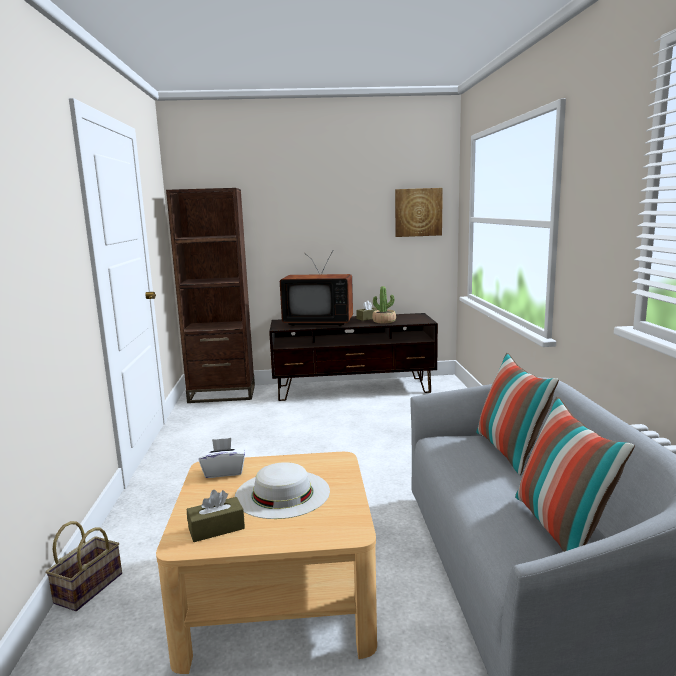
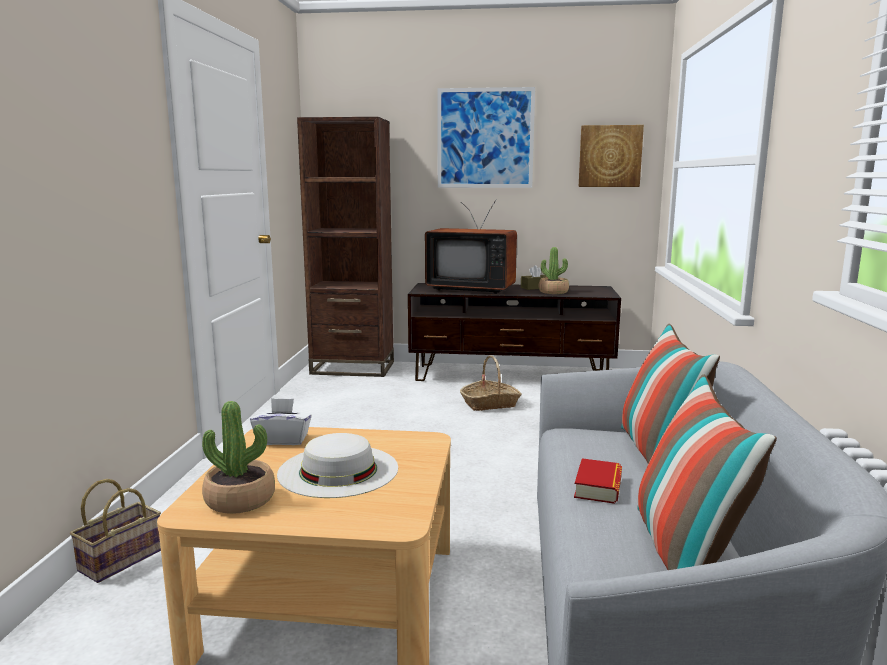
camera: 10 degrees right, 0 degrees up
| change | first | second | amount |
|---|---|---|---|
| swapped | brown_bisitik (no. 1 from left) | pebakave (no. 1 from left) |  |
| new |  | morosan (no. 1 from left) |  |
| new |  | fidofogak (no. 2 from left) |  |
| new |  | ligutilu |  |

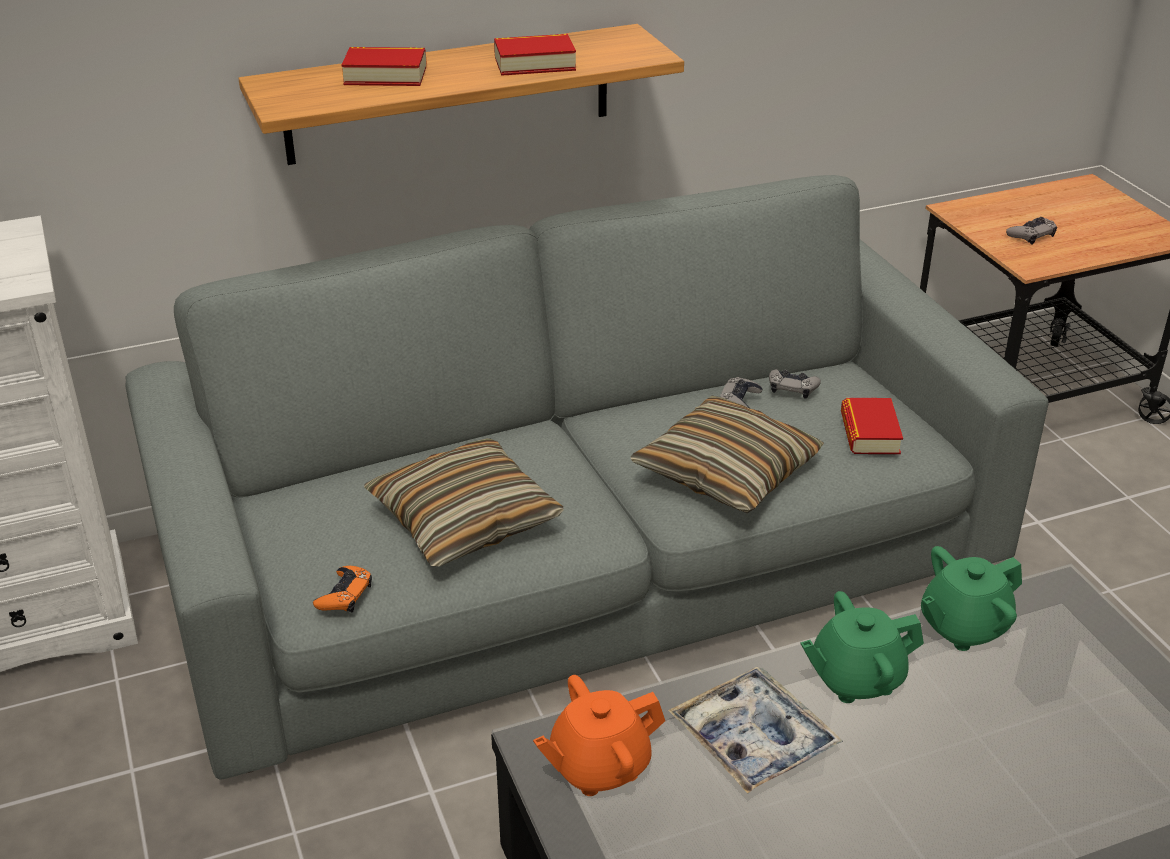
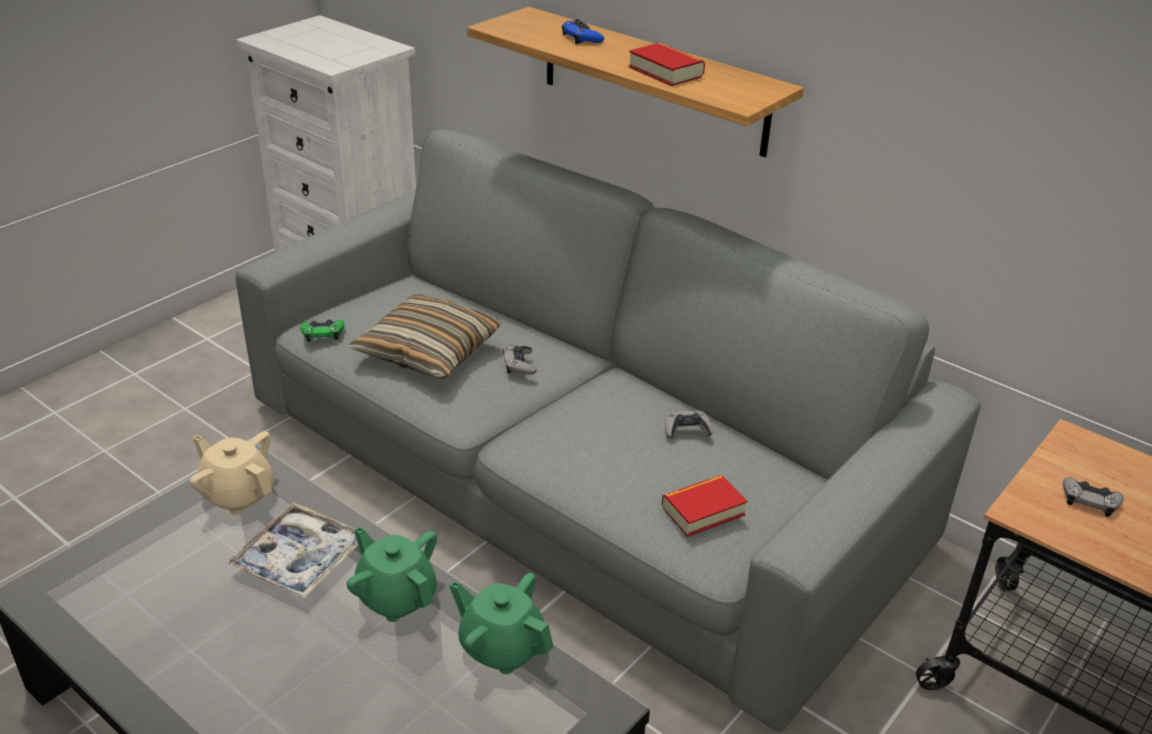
camera: 60 degrees right, 0 degrees up
| change | first | second | amount |
|---|---|---|---|
| repainted | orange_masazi | green_masazi |  |
| swapped | ligutilu (no. 1 from left) | blue_masazi |  |
| repainted | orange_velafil | beige_velafil |  |
| gone | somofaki (no. 2 from left) |  |  |
| shifted | grey_masazi (no. 2 from left in the first image) | grey_masazi (no. 1 from left) |  |

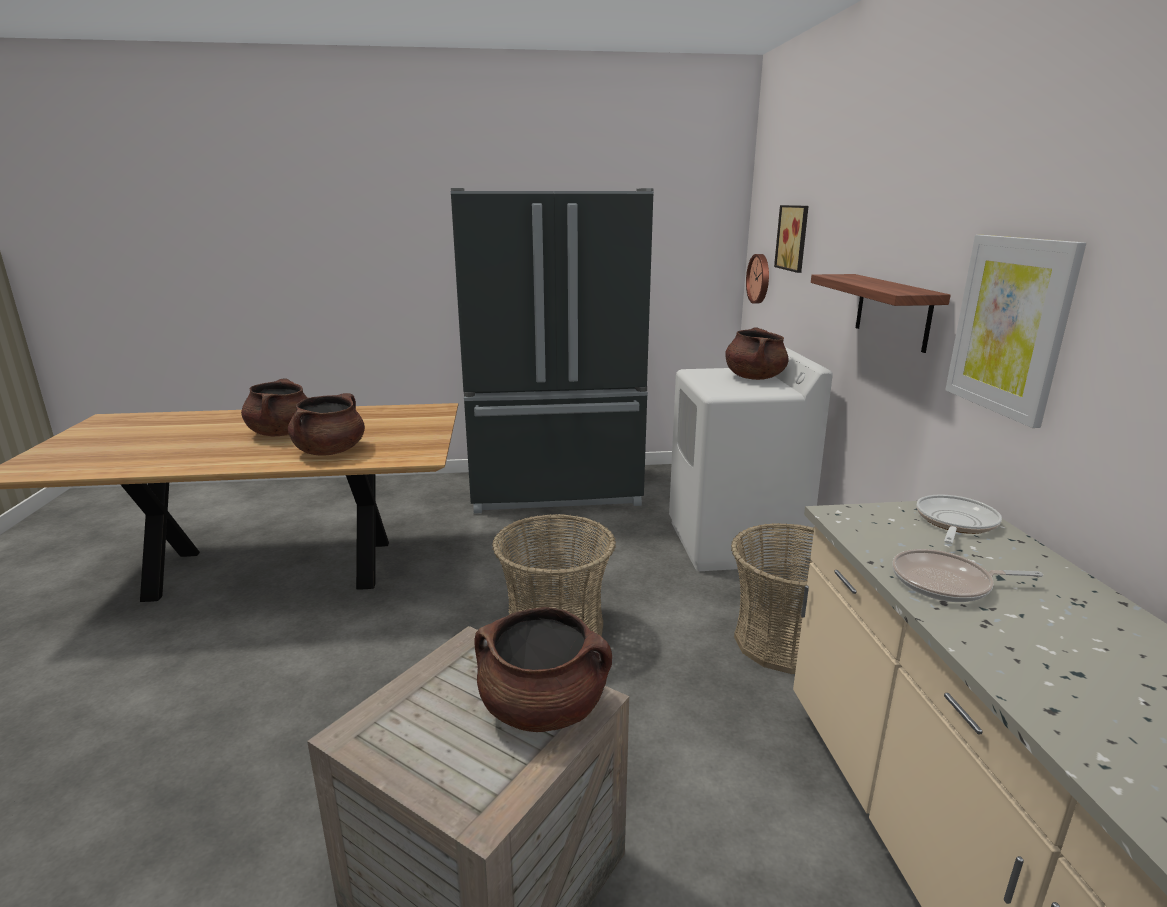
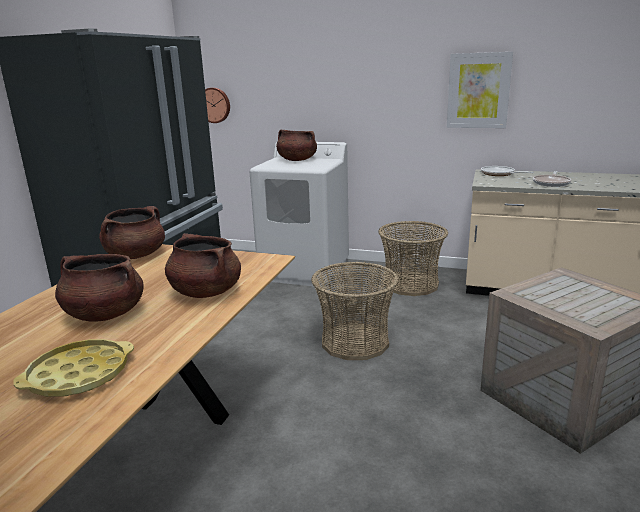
camera: 65 degrees left, 0 degrees up
| change | first | second | amount |
|---|---|---|---|
| shifted | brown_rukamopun (no. 3 from left in the first image) | brown_rukamopun (no. 2 from left) |  |
| gone | morosan (no. 1 from left) |  |  |
| gone | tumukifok |  |  |
| new |  | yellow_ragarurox |  |

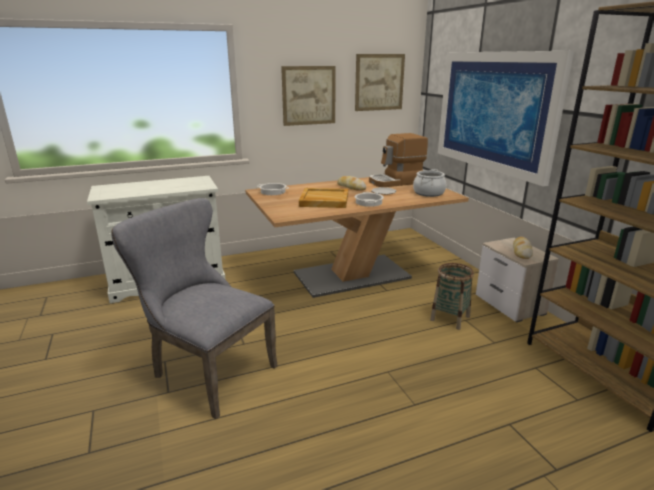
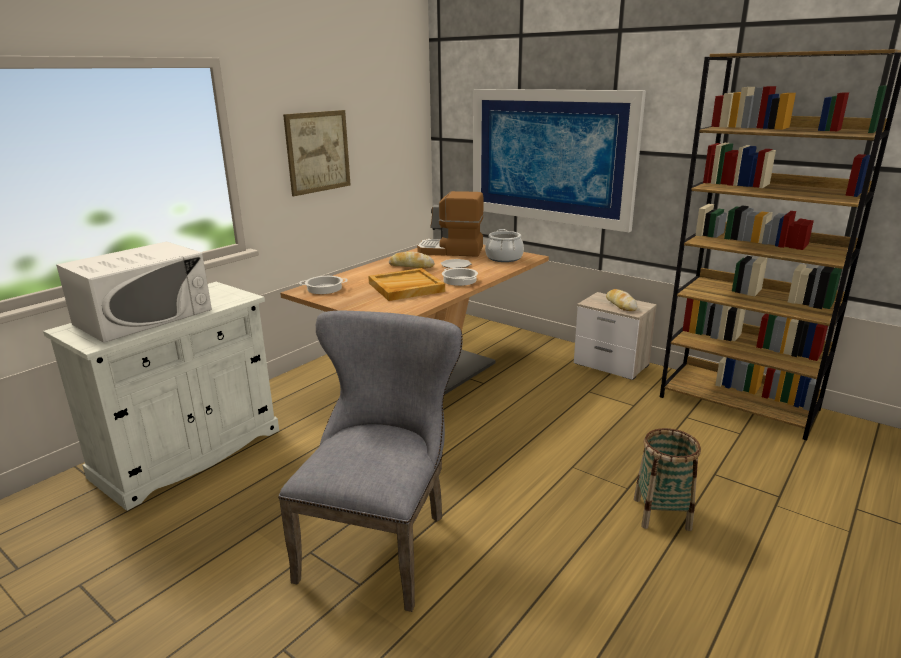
camera: 30 degrees left, 0 degrees up
| change | first | second | amount |
|---|---|---|---|
| rotated | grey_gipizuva |  | 105 degrees clockwise |
| gone | morosan (no. 2 from left) |  |  |
| rotated | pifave |  | 60 degrees clockwise |
| shifted | fidofogak |  |  |
| new |  | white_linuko |  |

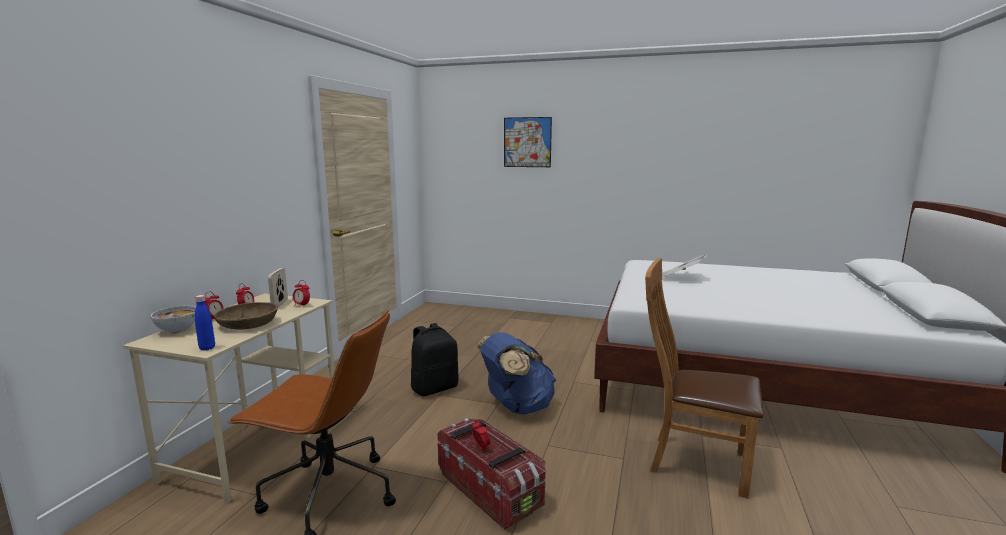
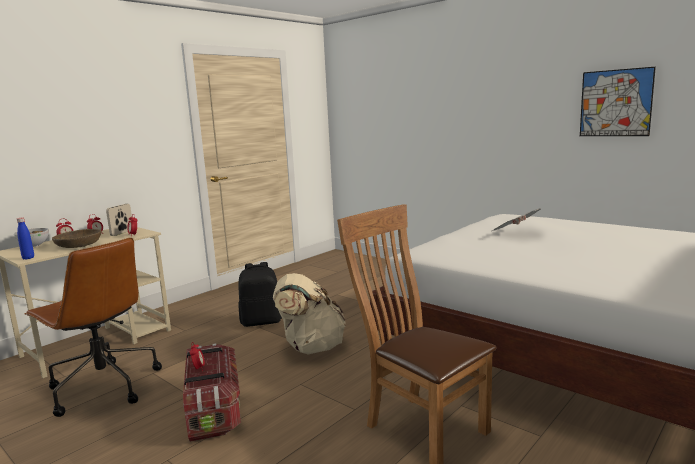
camera: 25 degrees right, 0 degrees up
| change | first | second | amount |
|---|---|---|---|
| repainted | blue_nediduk | beige_nediduk |  |
| shifted | morosan |  |  |

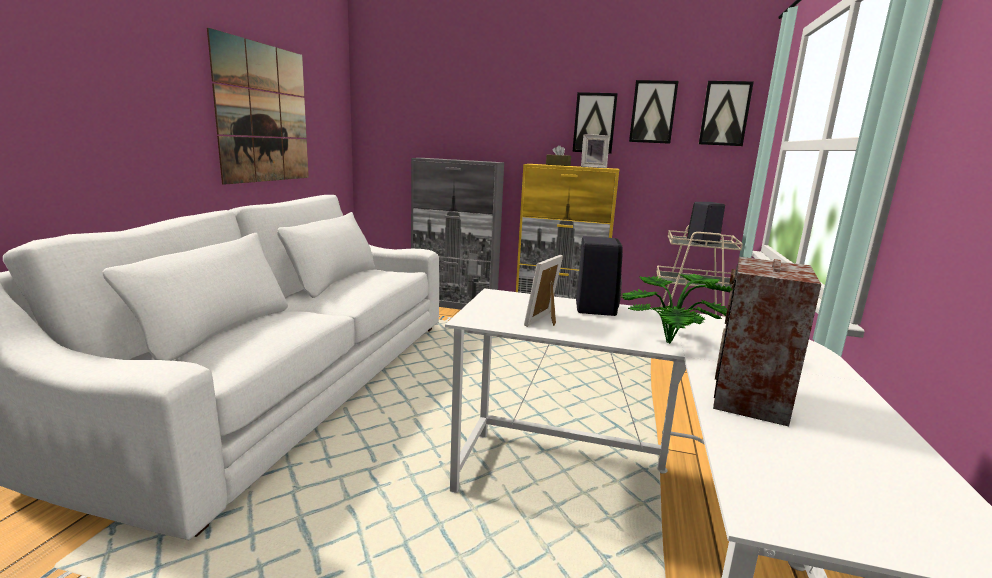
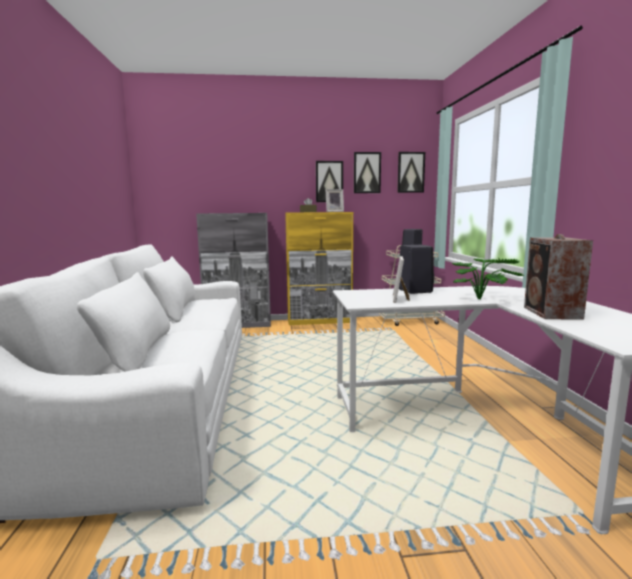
camera: 20 degrees left, 5 degrees down
| change | first | second | amount |
|---|---|---|---|
| gone | morosan (no. 1 from left) |  |  |

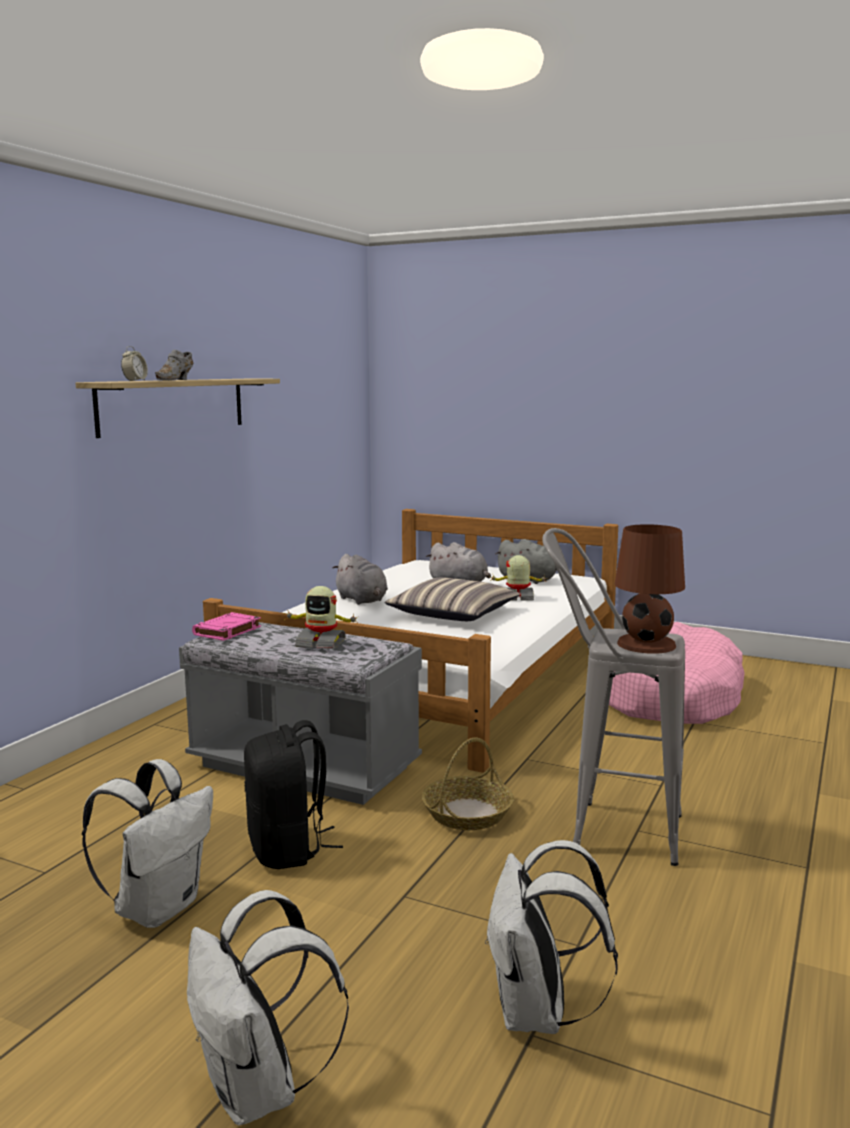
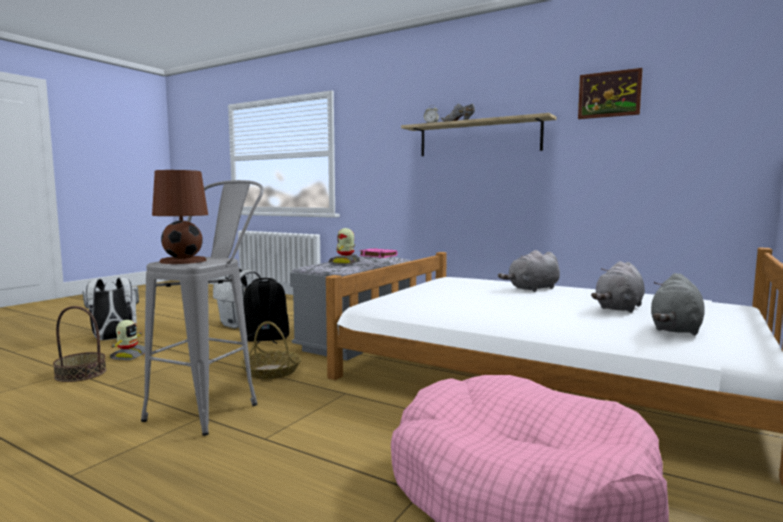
camera: 95 degrees right, 5 degrees down
| change | first | second | amount |
|---|---|---|---|
| gone | somofaki |  |  |
| swapped | white_nediduk (no. 3 from left) | fidofogak (no. 1 from left) |  |
| shifted | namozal (no. 2 from left in the first image) | namozal (no. 1 from left) |  |
| new |  | morosan |  |

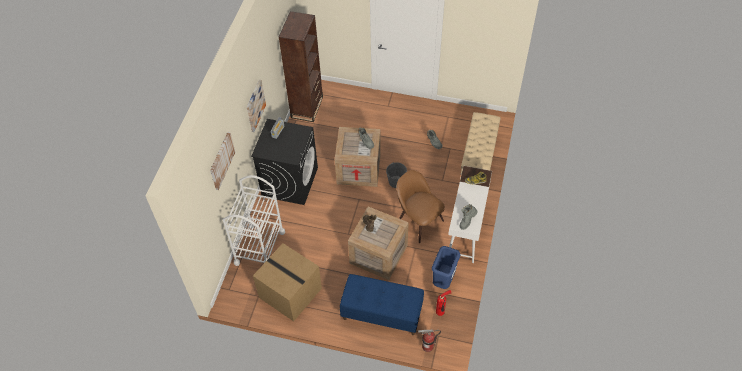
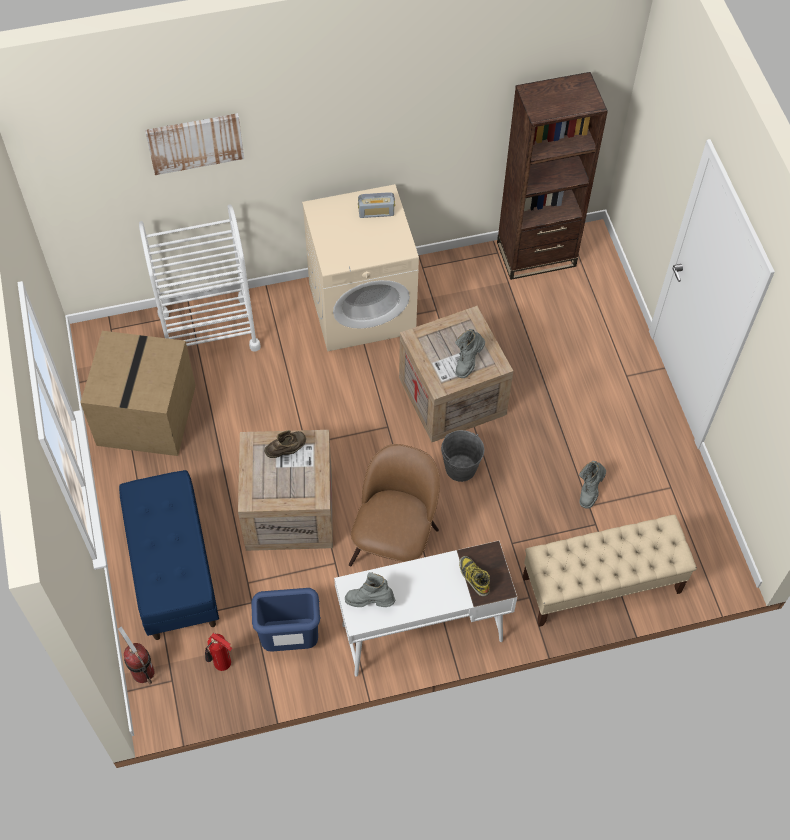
camera: 60 degrees right, 5 degrees up
| change | first | second | amount |
|---|---|---|---|
| gone | morosan (no. 2 from left) |  |  |
| repainted | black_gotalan | beige_gotalan |  |

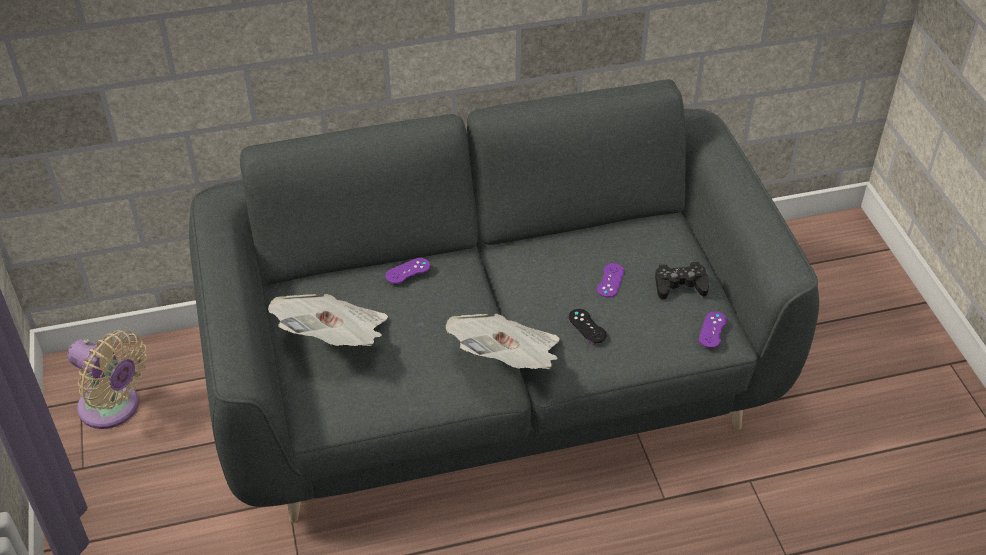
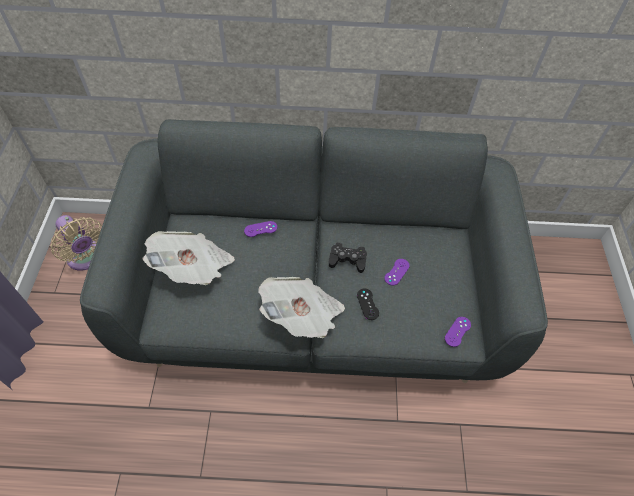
camera: 15 degrees right, 10 degrees up
| change | first | second | amount |
|---|---|---|---|
| shifted | black_masazi (no. 2 from left in the first image) | black_masazi (no. 1 from left) |  |

